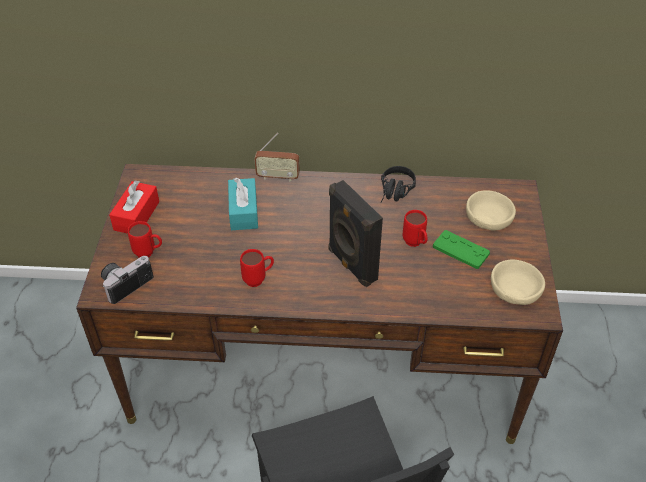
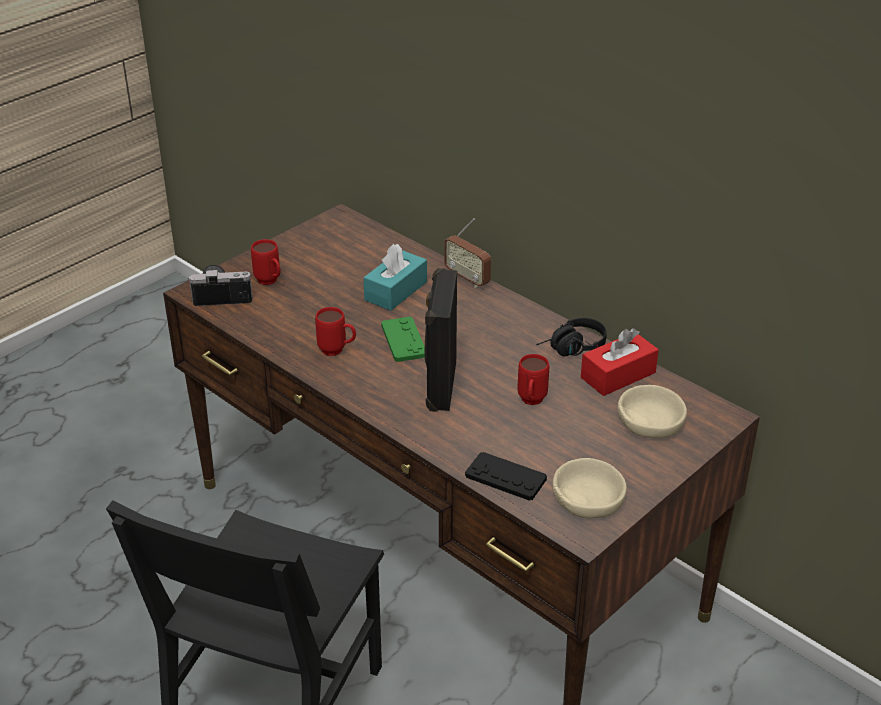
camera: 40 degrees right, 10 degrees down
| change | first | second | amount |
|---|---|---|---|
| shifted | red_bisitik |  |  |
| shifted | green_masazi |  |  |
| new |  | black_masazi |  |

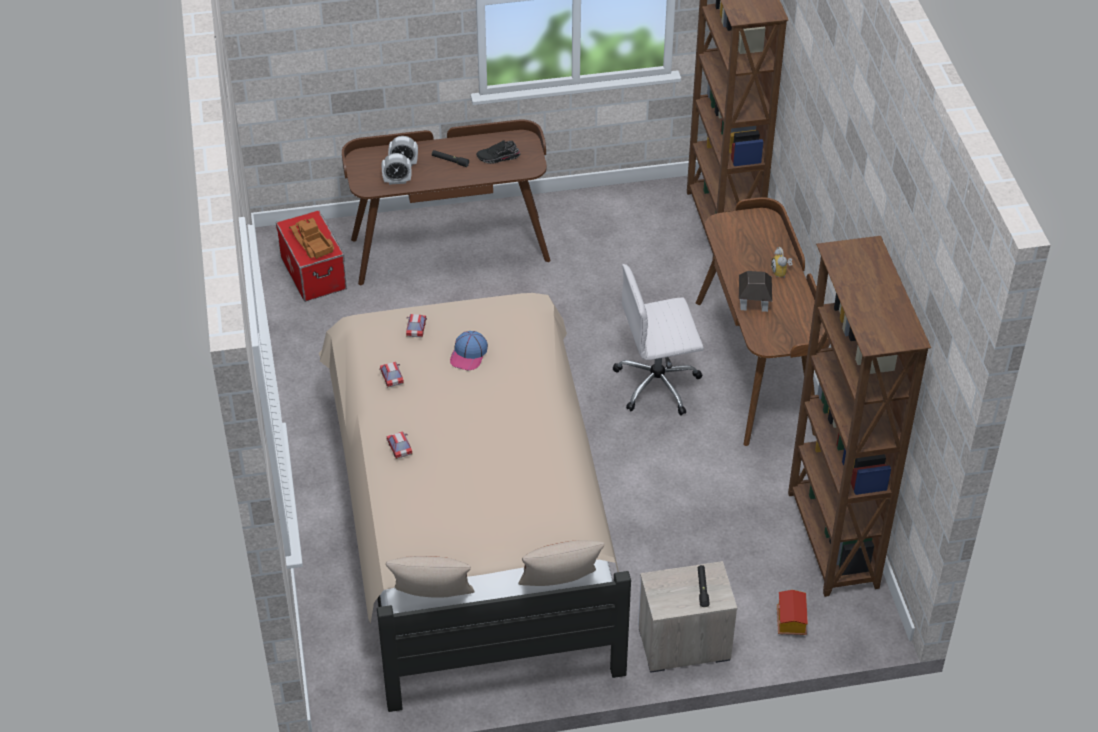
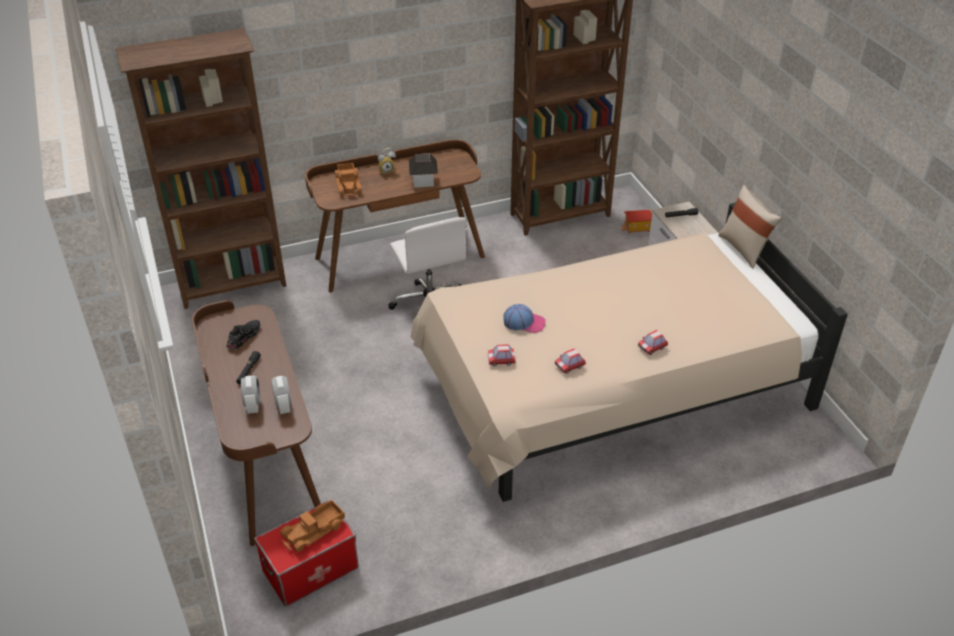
camera: 100 degrees left, 5 degrees down
| change | first | second | amount |
|---|---|---|---|
| gone | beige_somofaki (no. 1 from left) |  |  |
| rotated | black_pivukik |  | 135 degrees counterclockwise |
| new |  | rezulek (no. 2 from left) |  |

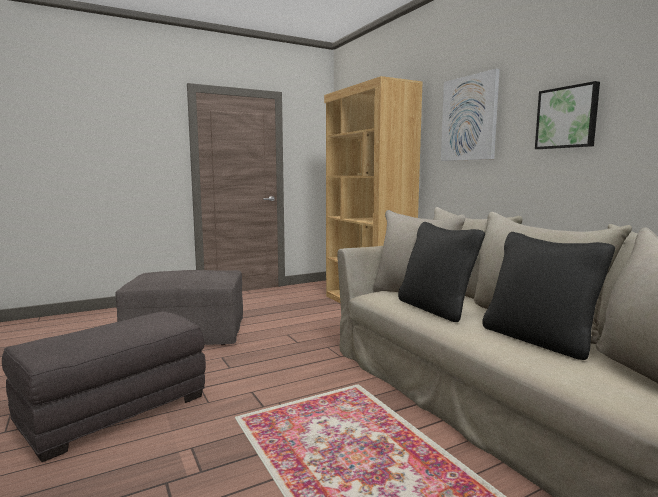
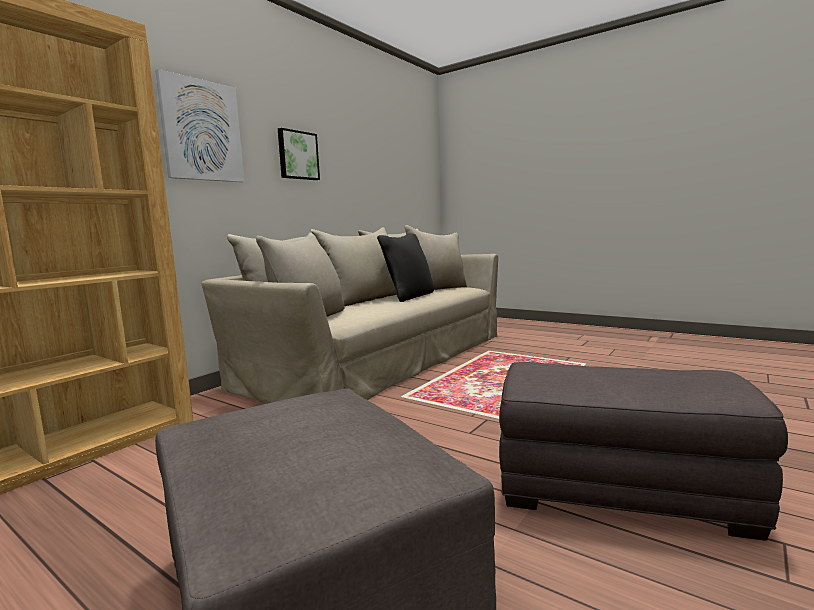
camera: 115 degrees left, 0 degrees up
| change | first | second | amount |
|---|---|---|---|
| gone | black_somofaki (no. 1 from left) |  |  |

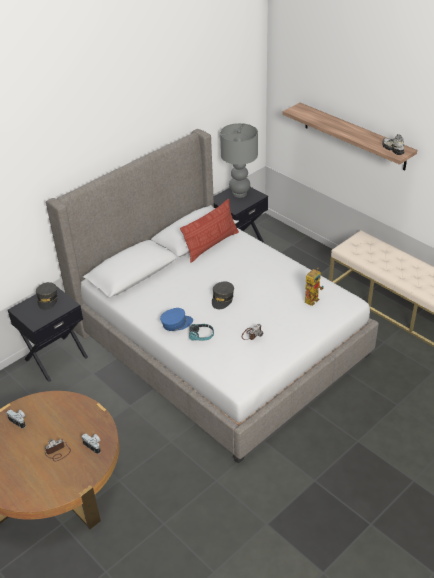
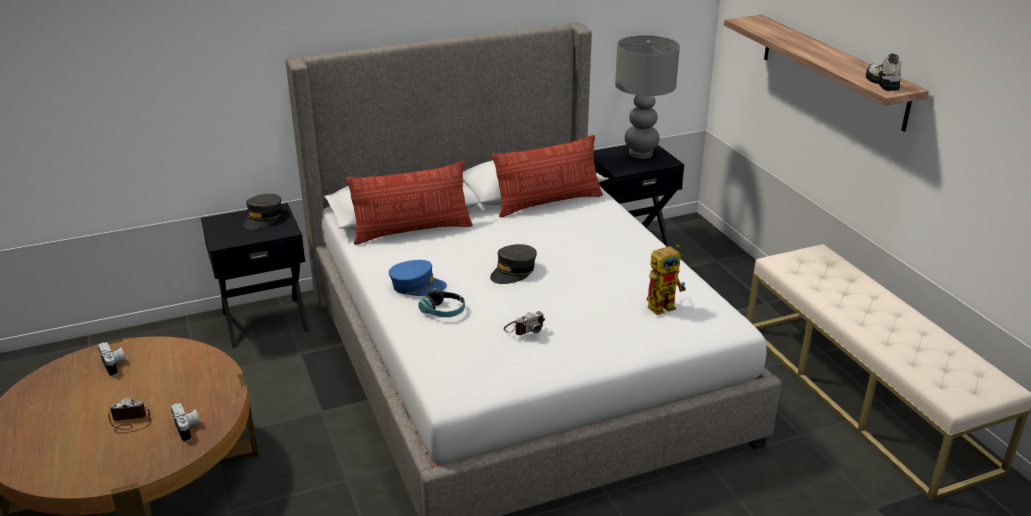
camera: 20 degrees right, 10 degrees down
| change | first | second | amount |
|---|---|---|---|
| new |  | somofaki (no. 1 from left) |  |

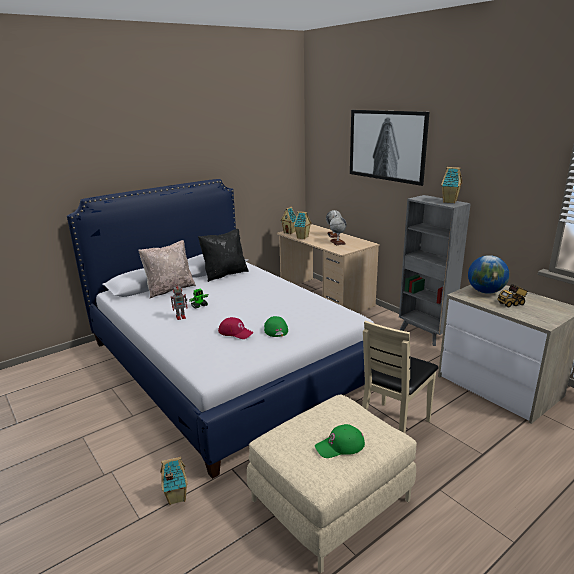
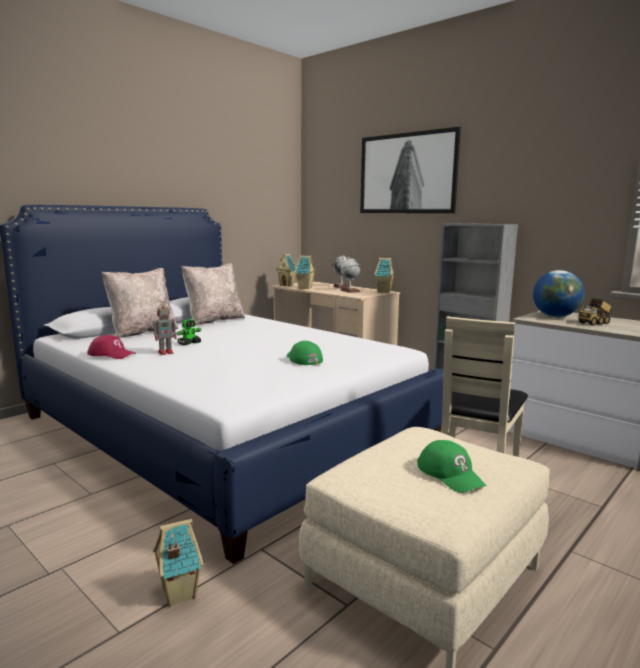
camera: 10 degrees left, 10 degrees down
| change | first | second | amount |
|---|---|---|---|
| repainted | black_somofaki | beige_somofaki (no. 2 from left) |  |
| shifted | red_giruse |  |  |
| rotated | green_giruse (no. 2 from left) |  | 90 degrees counterclockwise |
| shifted | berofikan (no. 4 from left) |  |  |

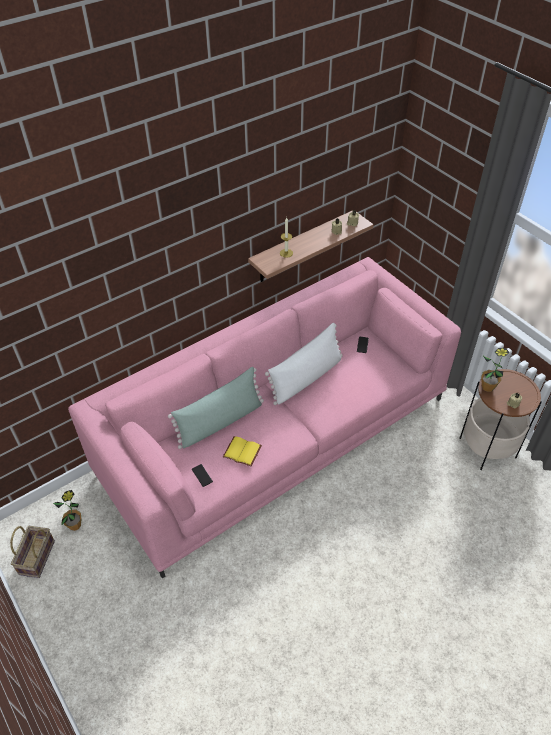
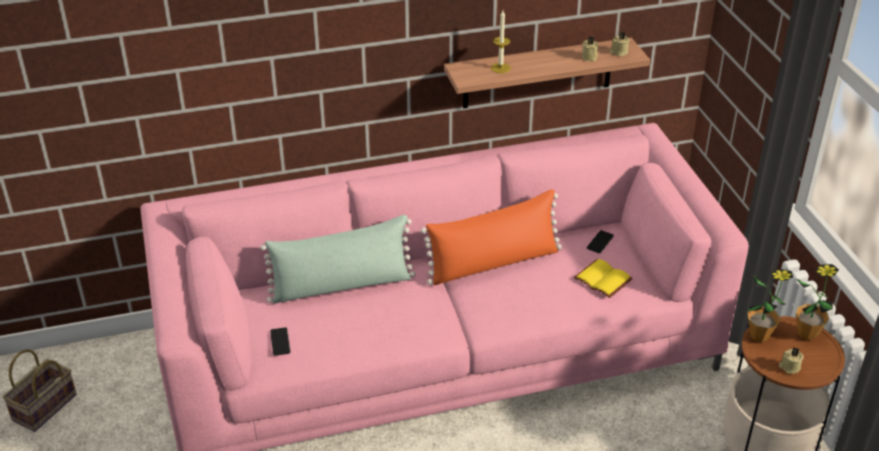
camera: 20 degrees right, 10 degrees down
| change | first | second | amount |
|---|---|---|---|
| shifted | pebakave (no. 1 from left in the first image) | pebakave (no. 2 from left) |  |
| shifted | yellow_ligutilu |  |  |
| repainted | white_somofaki | orange_somofaki |  |

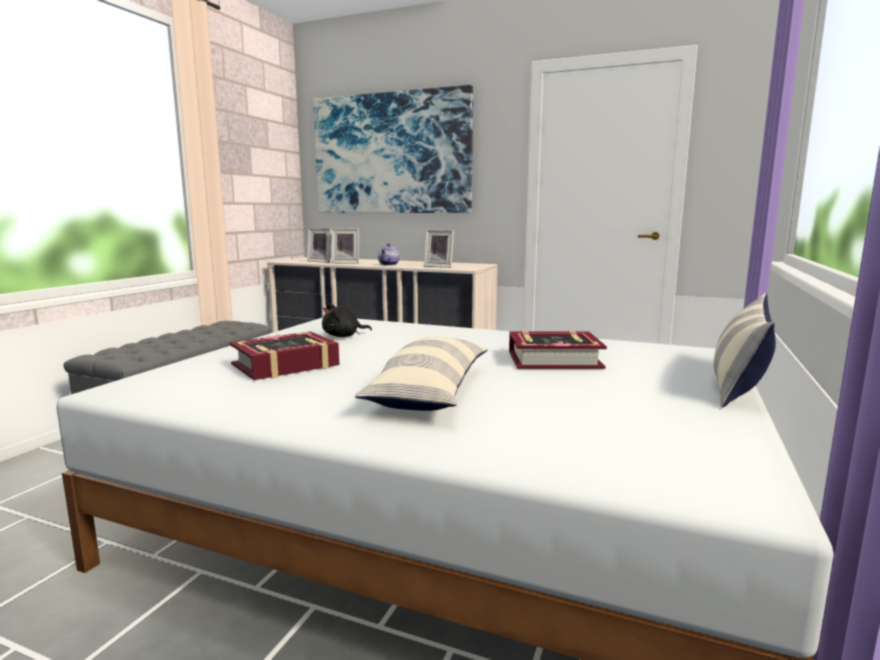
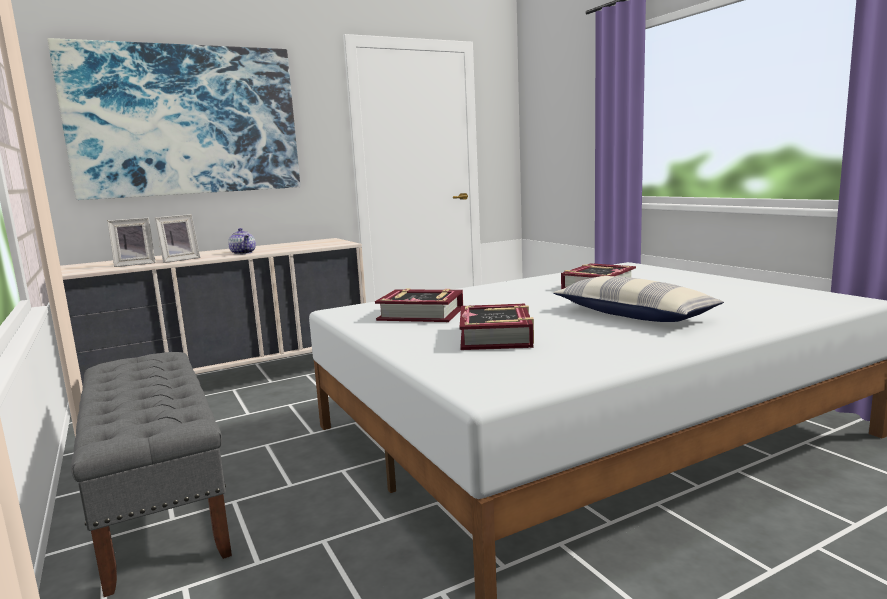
camera: 50 degrees left, 0 degrees up
| change | first | second | amount |
|---|---|---|---|
| swapped | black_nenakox | ligutilu (no. 1 from left) |  |
| gone | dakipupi (no. 3 from left) |  |  |
| gone | somofaki (no. 2 from left) |  |  |

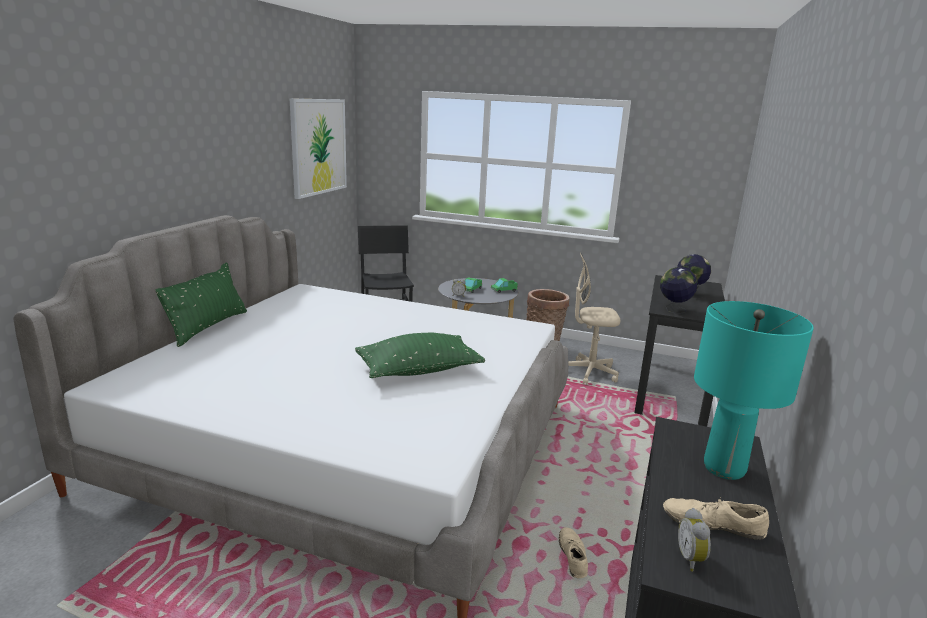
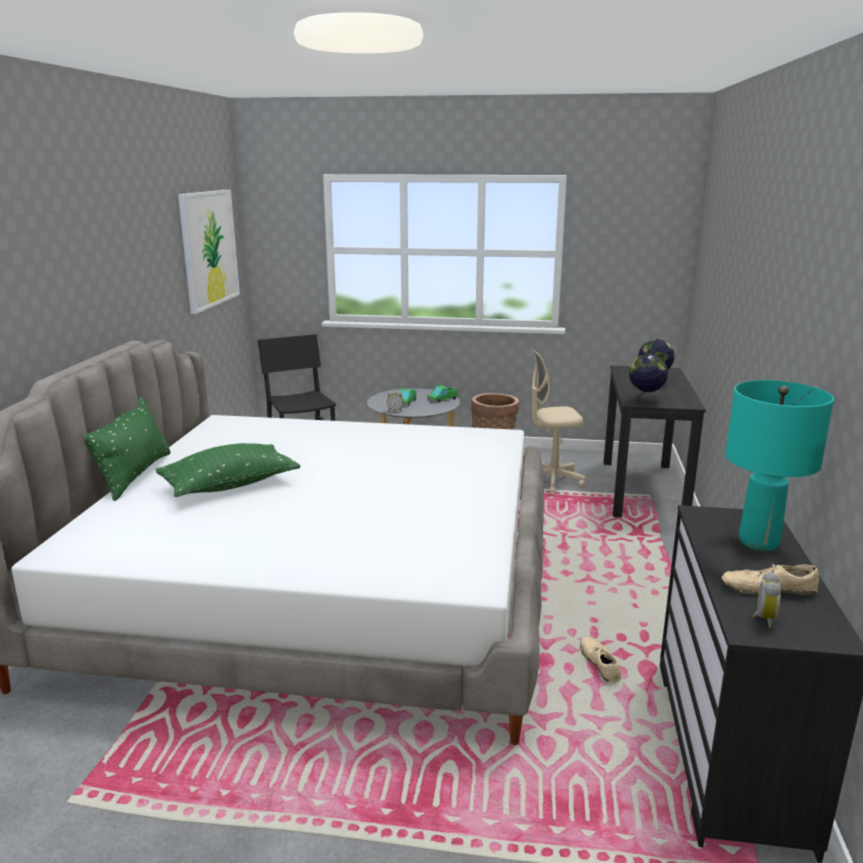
camera: 10 degrees left, 0 degrees up
| change | first | second | amount |
|---|---|---|---|
| shifted | green_somofaki (no. 2 from left) |  |  |
| rotated | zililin (no. 2 from left) |  | 150 degrees counterclockwise |

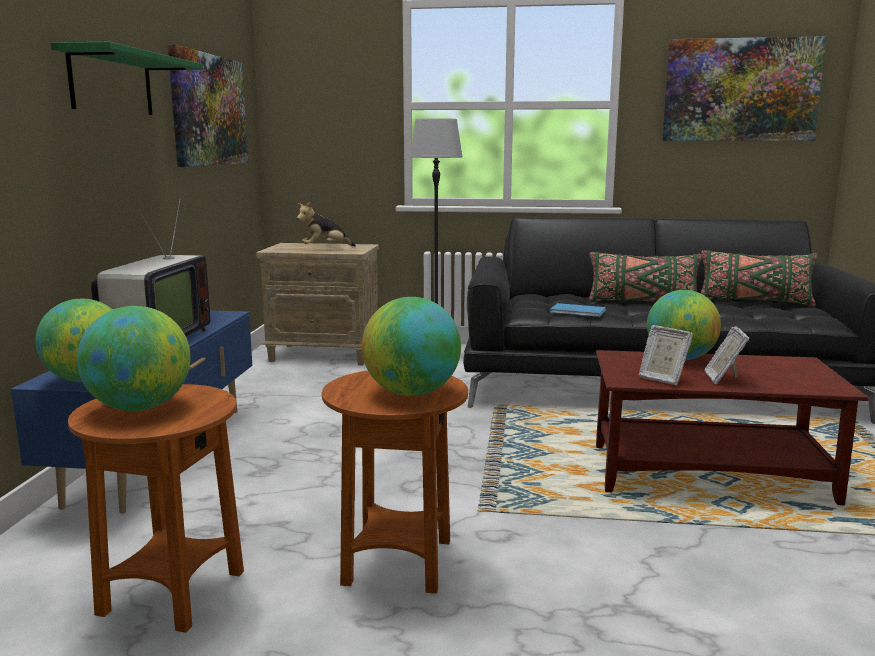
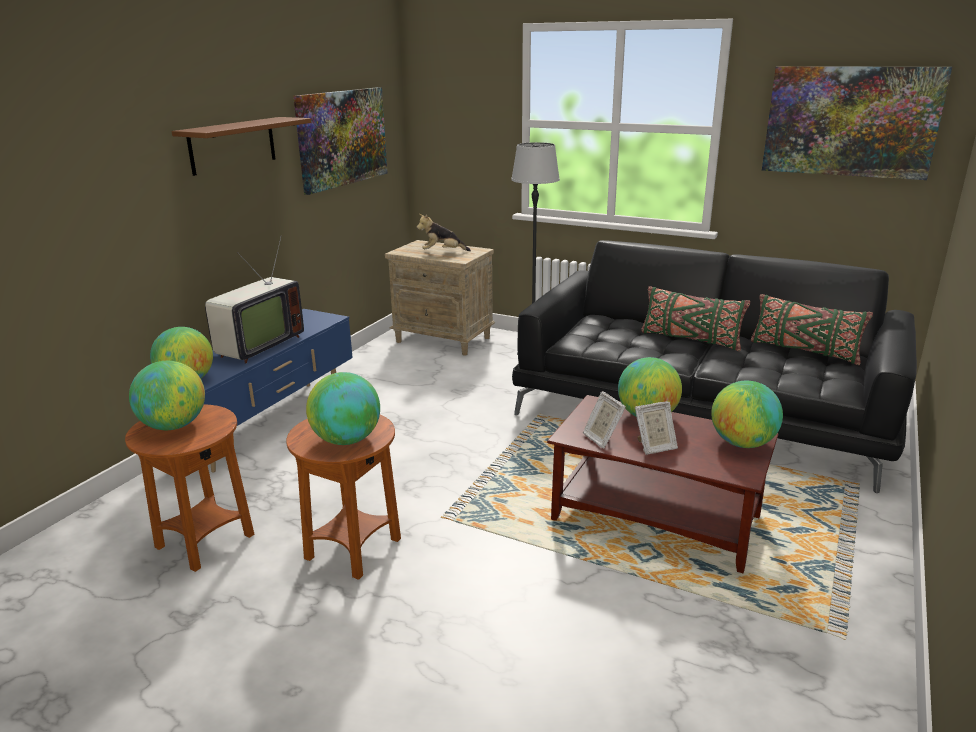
camera: 20 degrees right, 10 degrees up
| change | first | second | amount |
|---|---|---|---|
| repainted | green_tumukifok | brown_tumukifok |  |
| gone | blue_ligutilu |  |  |
| rotated | dakipupi (no. 2 from left) |  | 135 degrees counterclockwise |
| new |  | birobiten (no. 5 from left) |  |

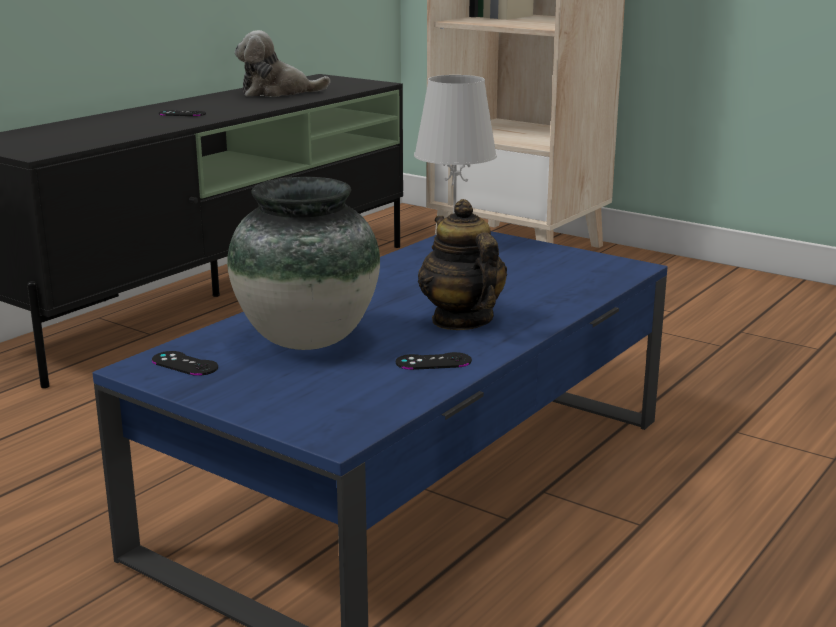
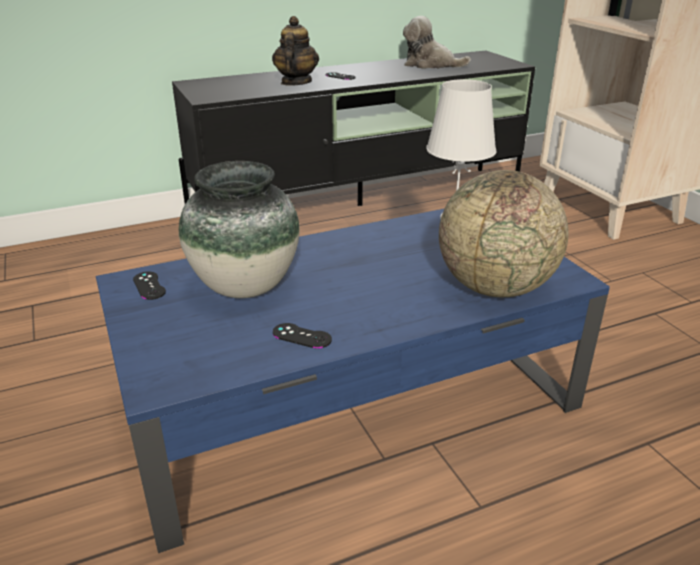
camera: 30 degrees right, 10 degrees up
| change | first | second | amount |
|---|---|---|---|
| shifted | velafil |  |  |
| new |  | birobiten |  |

